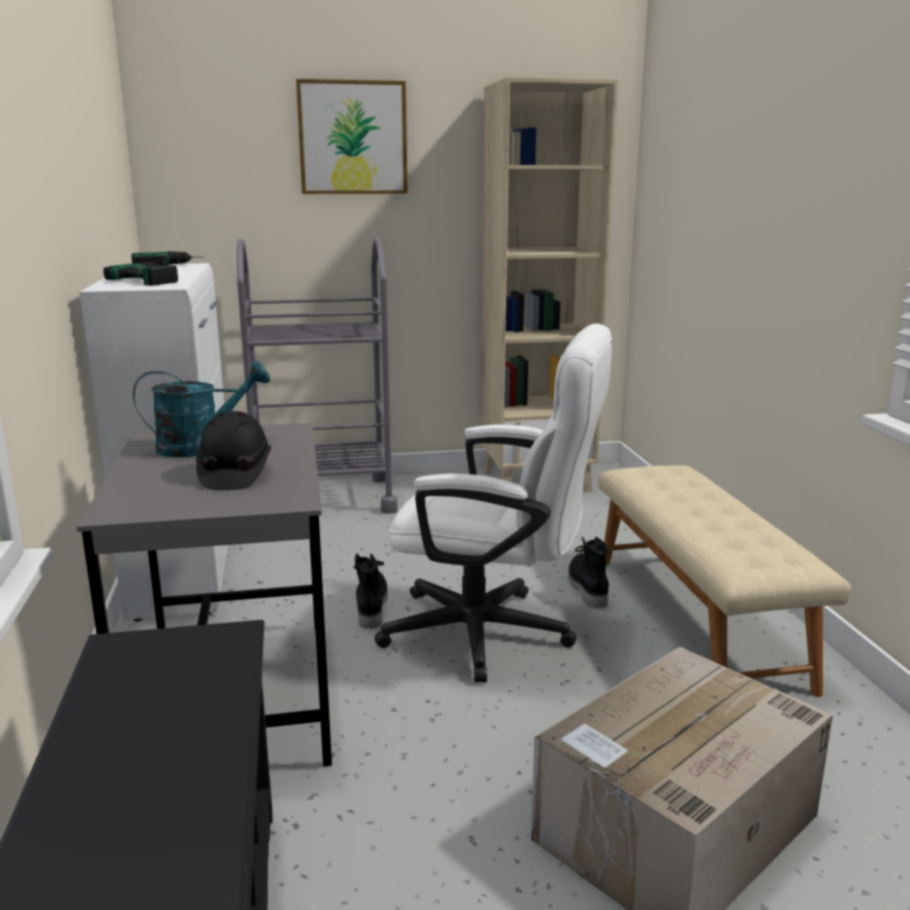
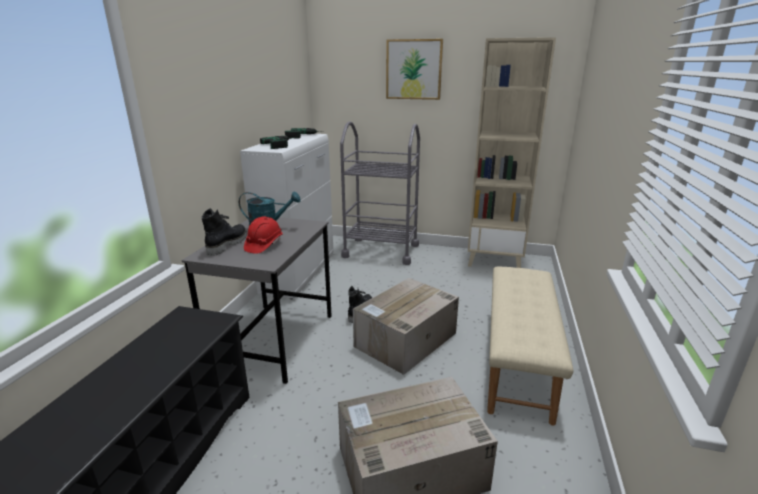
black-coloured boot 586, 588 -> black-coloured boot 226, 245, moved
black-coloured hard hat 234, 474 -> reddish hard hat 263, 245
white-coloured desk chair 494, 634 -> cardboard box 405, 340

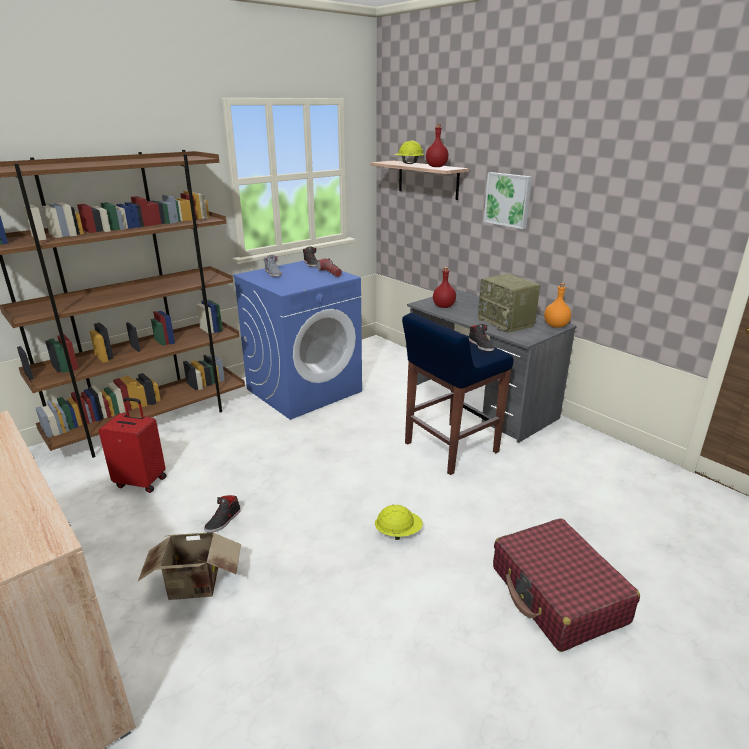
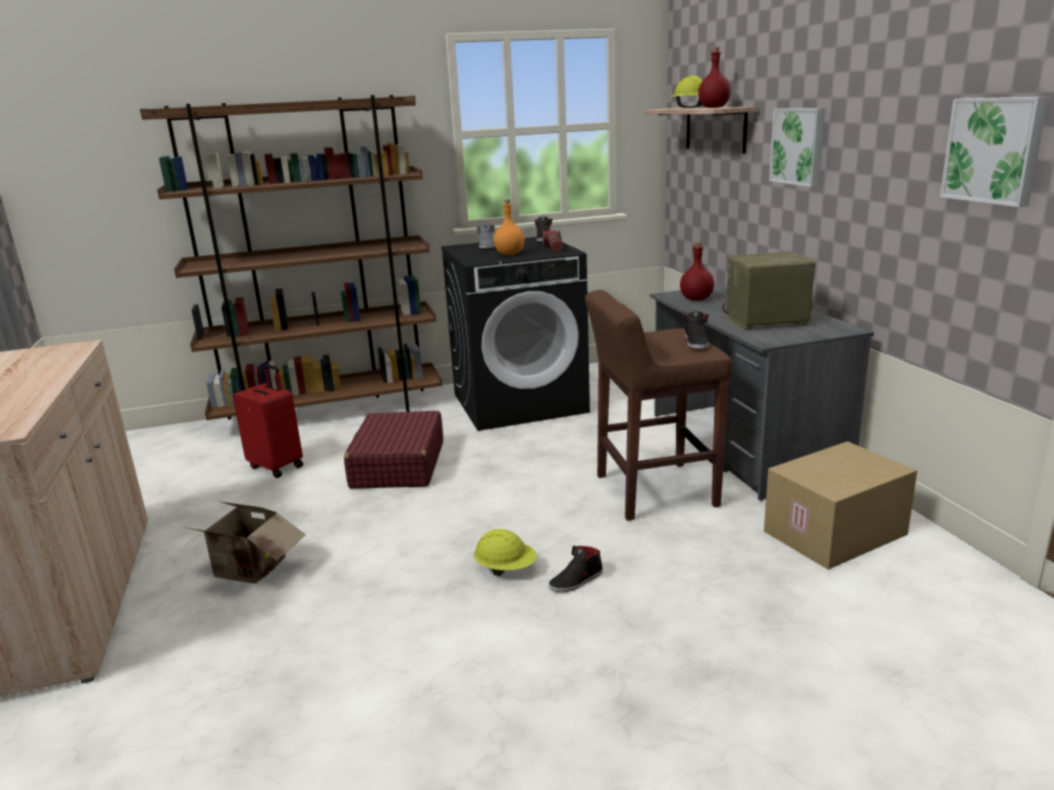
reddish travel case 558, 595 -> reddish travel case 398, 465, moved
blue laundry appliance 304, 390 -> black-coloured laundry appliance 520, 402
orange drink bottle 556, 326 -> orange drink bottle 510, 254, moved
black-coloured shoe 223, 521 -> black-coloured shoe 576, 581, moved
blue stool seat 449, 448 -> brownish stool seat 653, 491
radio set 506, 323 -> radio set 765, 321, 90 degrees clockwise
none -> cardboard box 835, 534
none -> wall art 994, 150

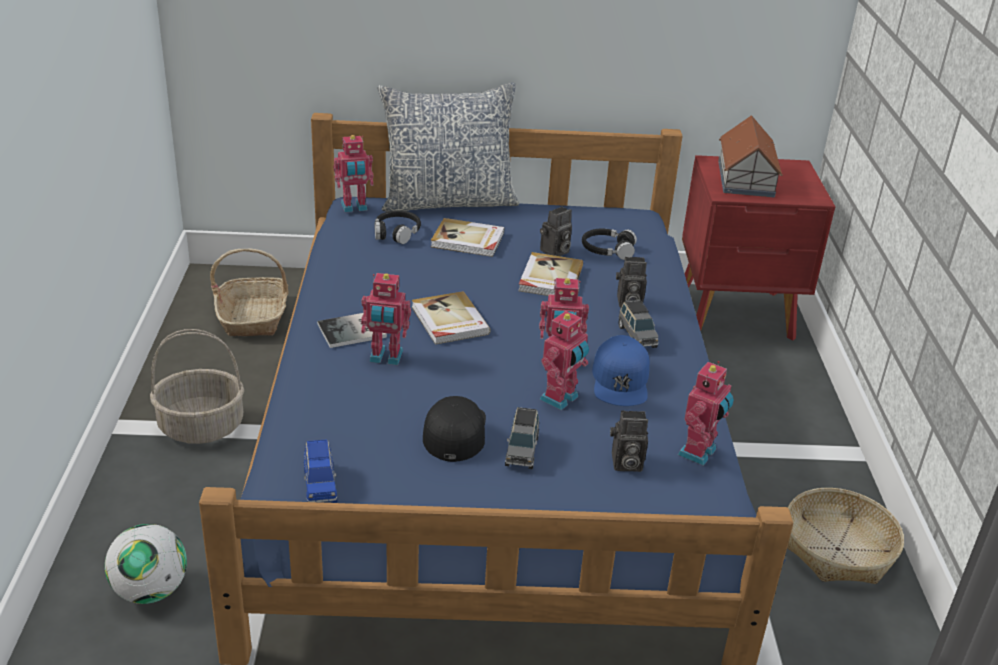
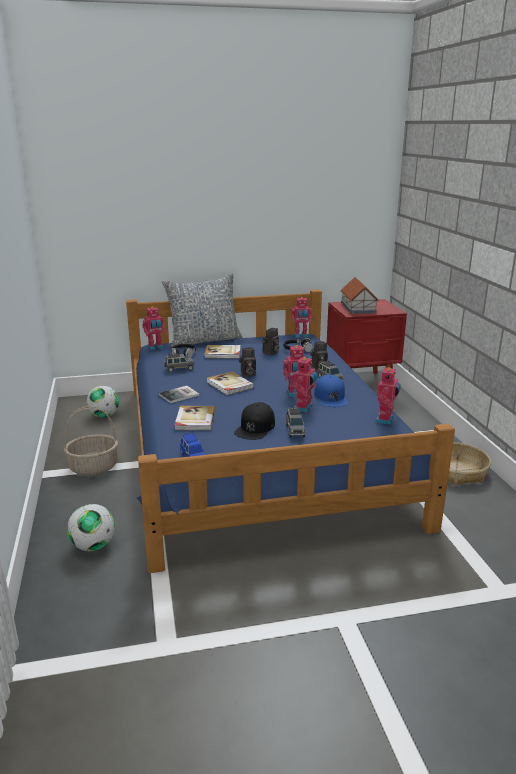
basket 253, 317 -> football 104, 415
none -> greyish toy car 179, 369
volume 549, 279 -> volume 194, 420, moved
black-coloured baseball cap 454, 431 -> black-coloured baseball cap 255, 427, 150 degrees counterclockwise
still camera 625, 463 -> still camera 247, 374, moved
model robot 385, 358 -> model robot 301, 336, moved

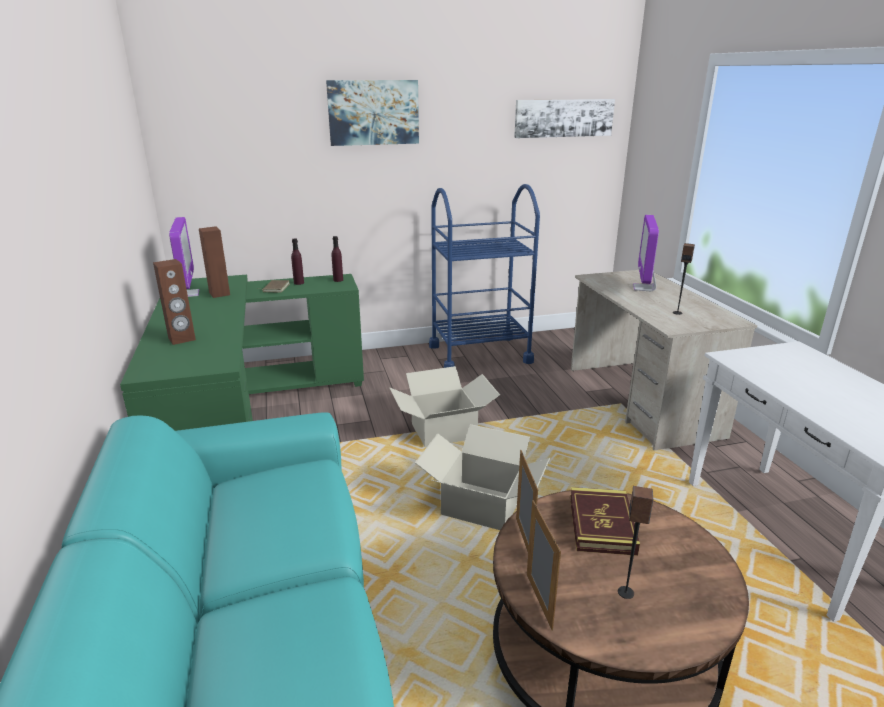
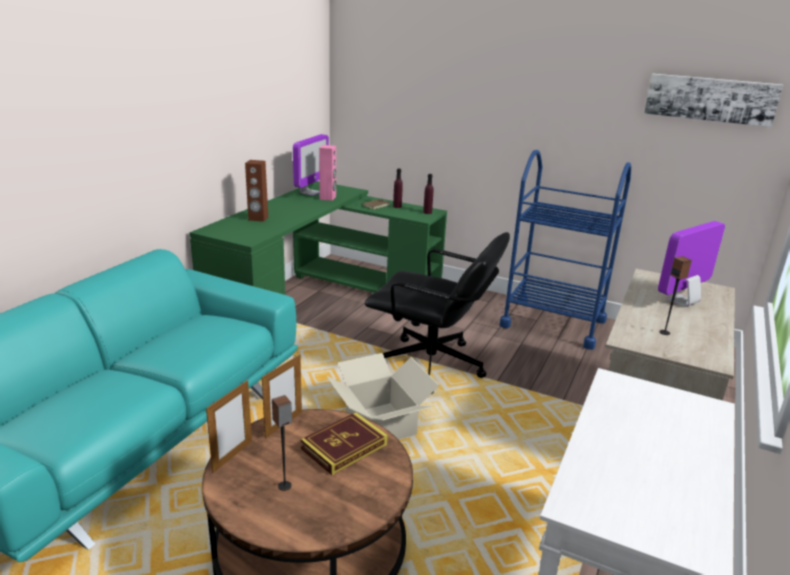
brownish audio speaker 220, 293 -> pink-coloured audio speaker 328, 198
cardboard box 444, 431 -> black-coloured desk chair 432, 366
wall art 373, 112 -> none

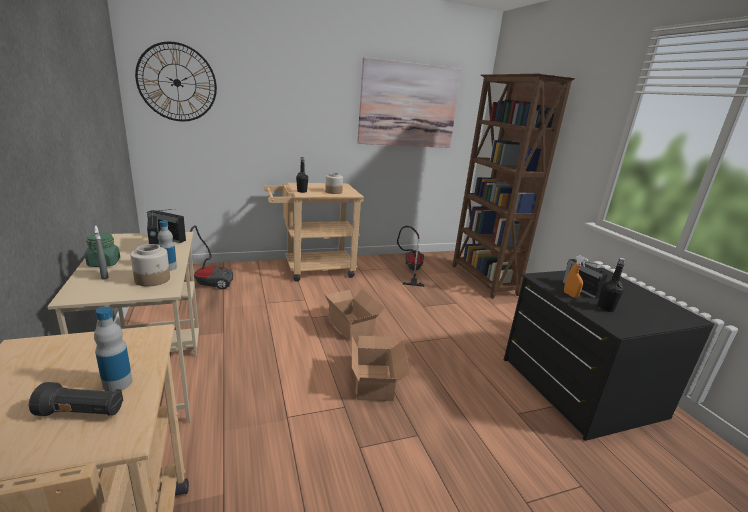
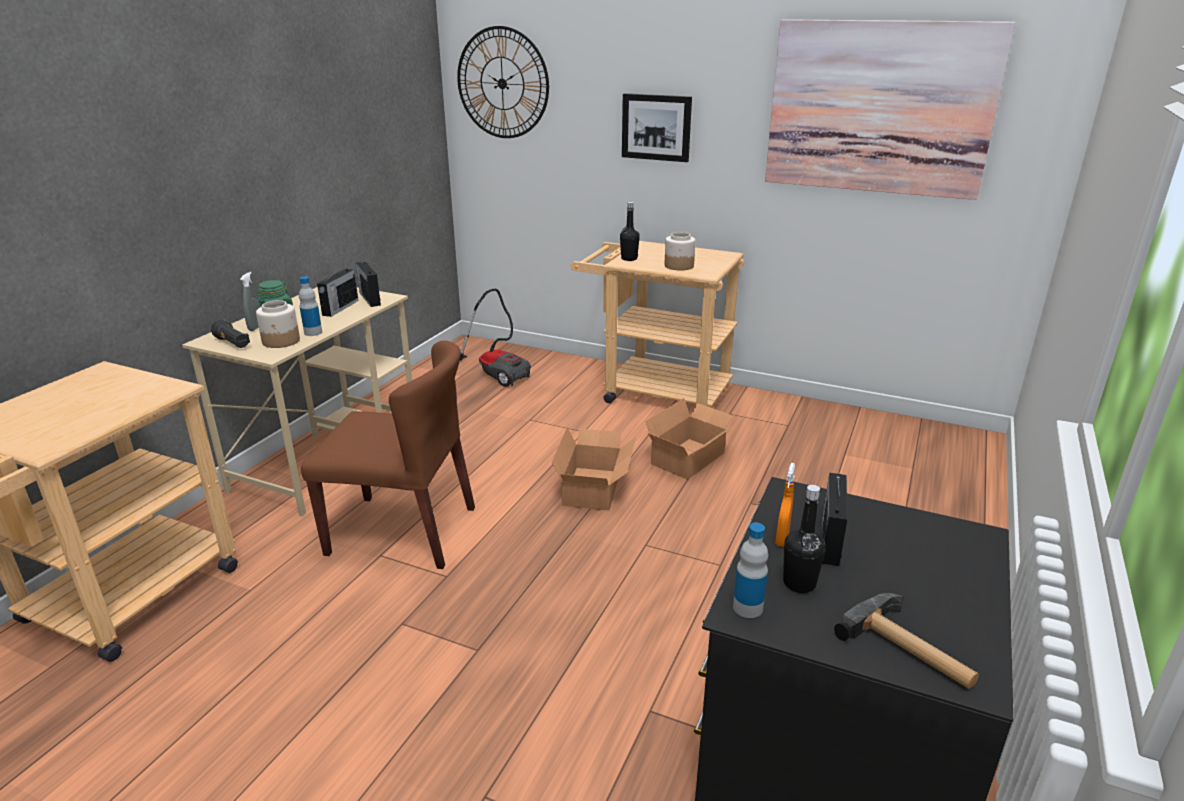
black-coloured flashlight 82, 413 -> black-coloured flashlight 233, 344, moved
none -> brownish plain chair 403, 531
none -> wall art 656, 127
cardboard box 376, 381 -> cardboard box 691, 459, moved
drink bottle 117, 383 -> drink bottle 747, 607, moved
none -> tool hammer 911, 650
vacuum cleaner 411, 270 -> none
brownish bookshelf 483, 280 -> none

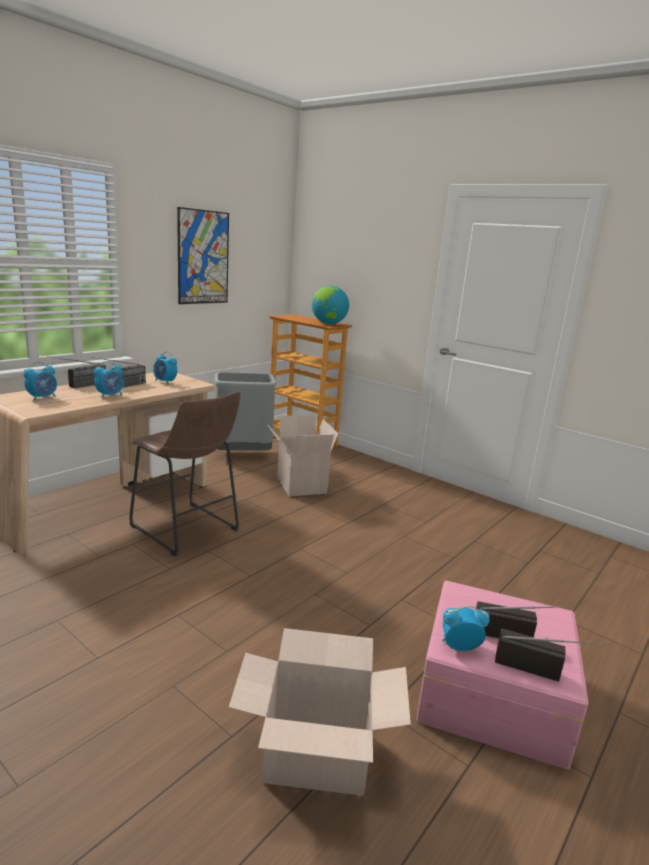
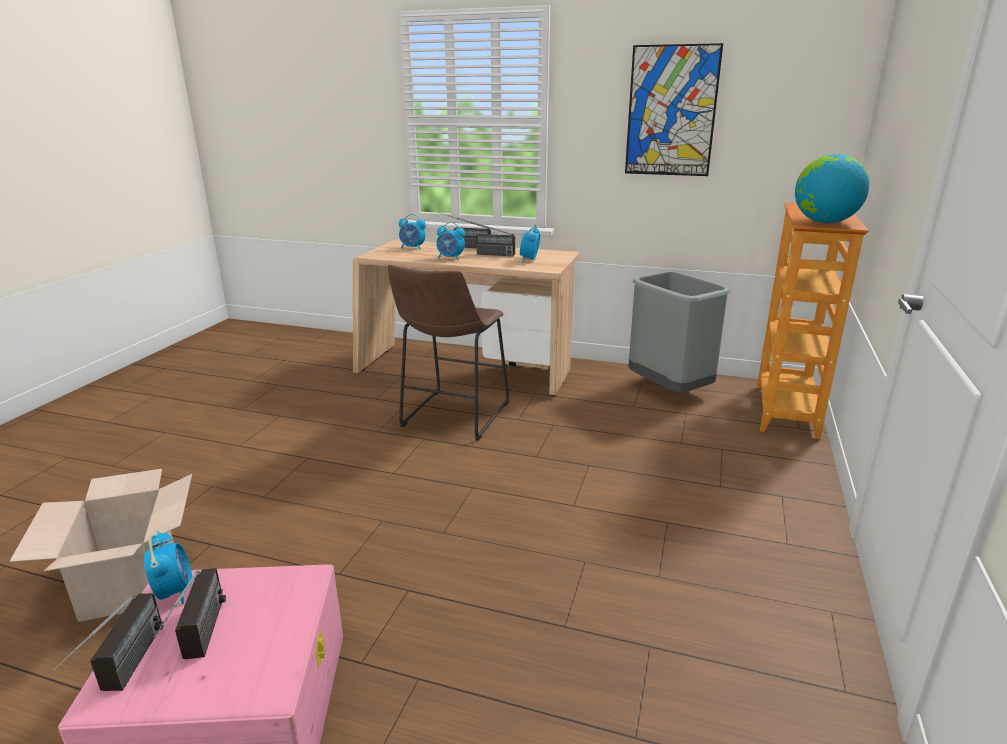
cardboard box 299, 485 -> none

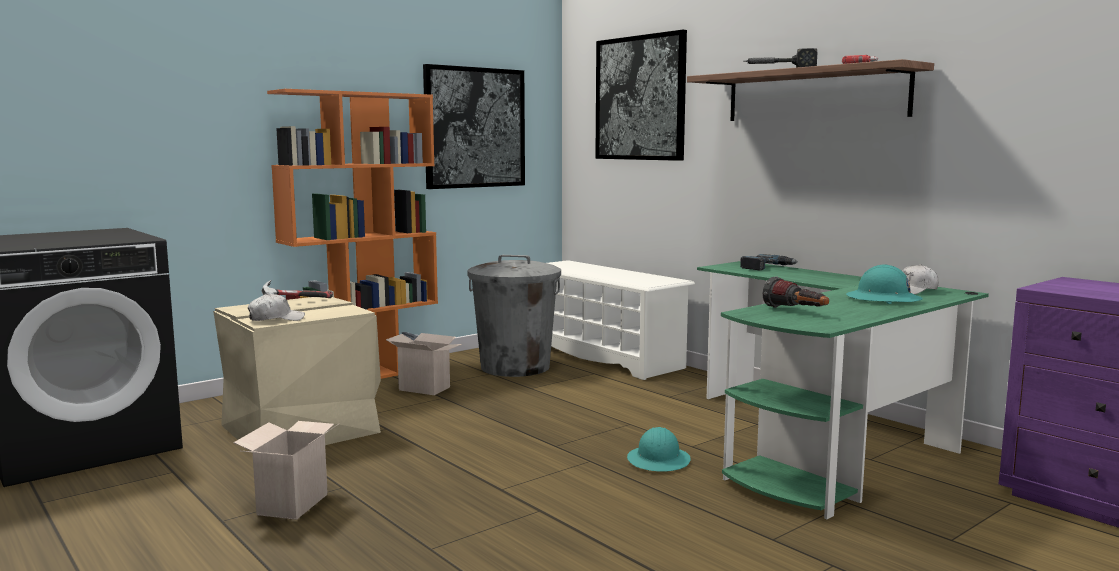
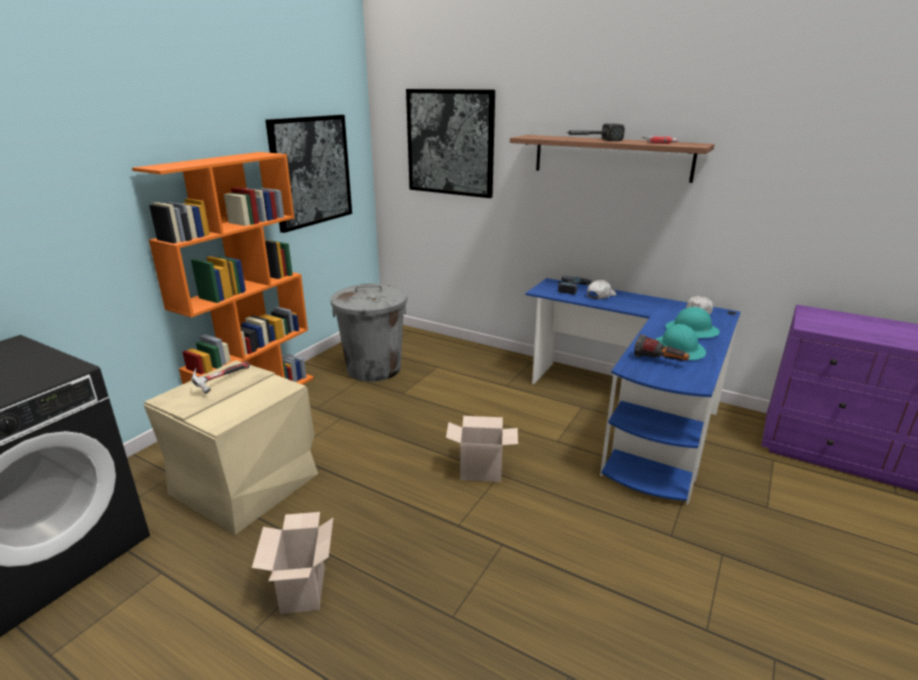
cardboard box 426, 388 -> cardboard box 482, 471, moved
green-coloured desk unit 823, 441 -> blue desk unit 633, 418
white-coloured baseball cap 276, 319 -> white-coloured baseball cap 600, 295, moved
blue-green hard hat 659, 460 -> blue-green hard hat 678, 349, moved
white-coloured shoe shelf 602, 356 -> none

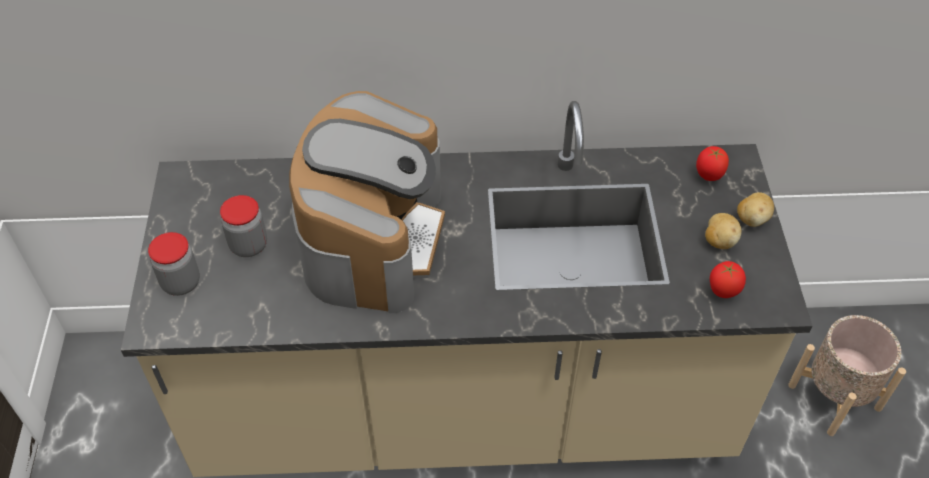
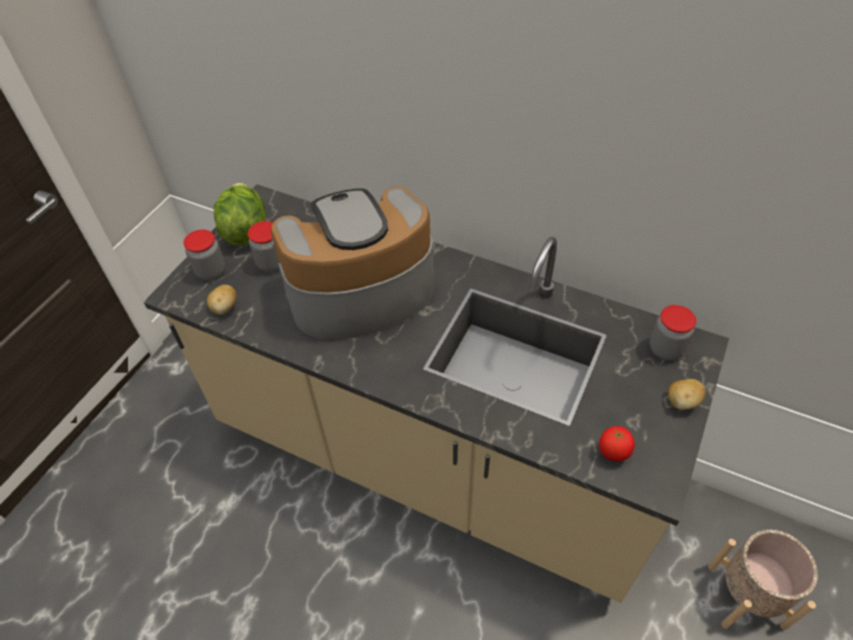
potato 719, 241 -> potato 225, 308, moved
none -> lettuce head 245, 230
coffee machine 373, 237 -> coffee machine 359, 292, 150 degrees counterclockwise
fresh tomato 708, 176 -> preserve jar 665, 349

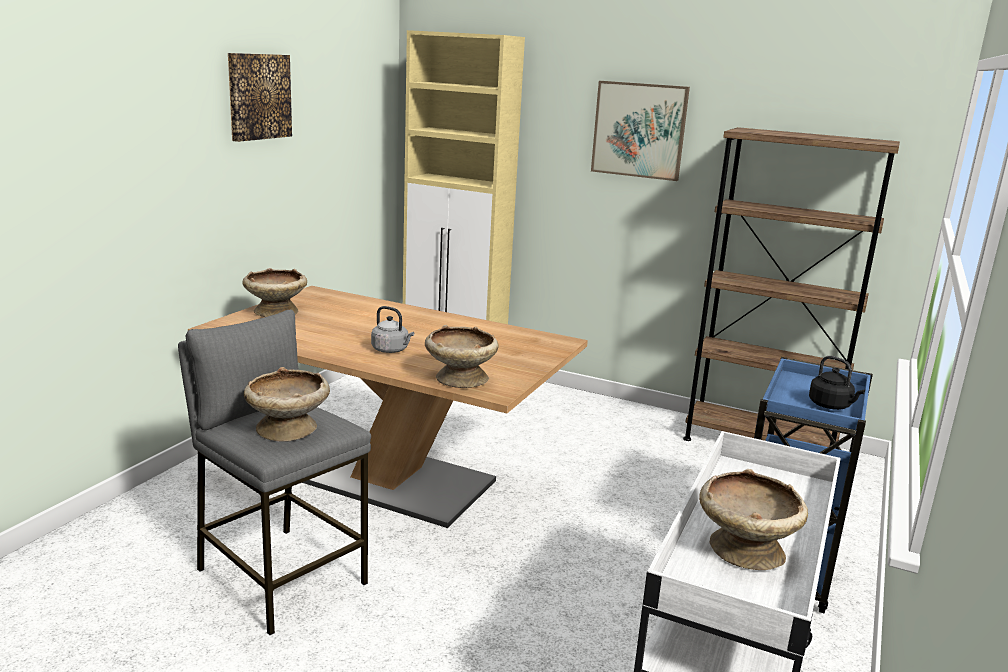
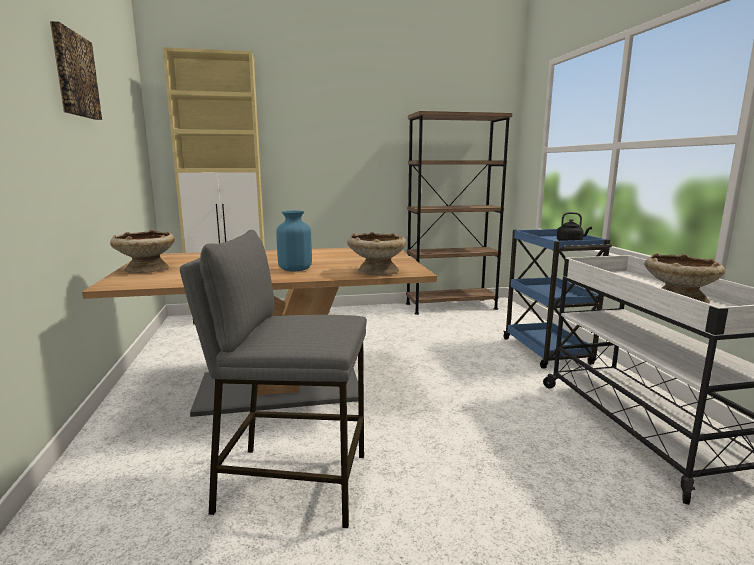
greyish kettle 391, 350 -> blue decorative vase 295, 269
beige serving bowl 288, 429 -> none
wall art 639, 130 -> none

